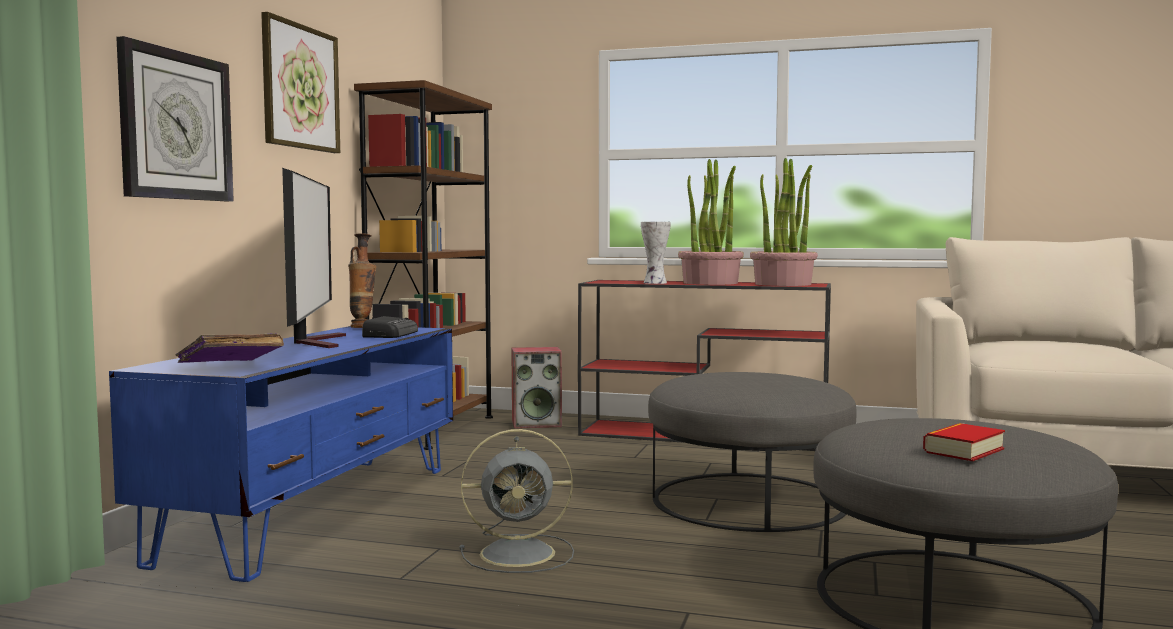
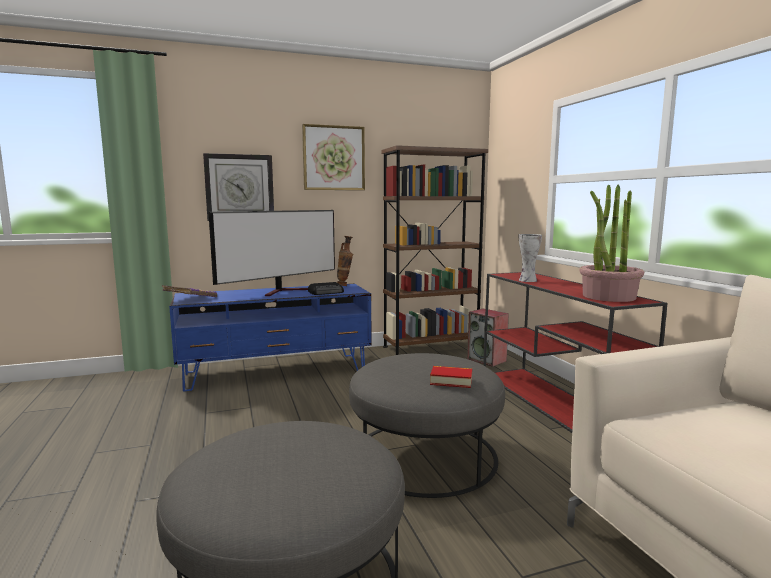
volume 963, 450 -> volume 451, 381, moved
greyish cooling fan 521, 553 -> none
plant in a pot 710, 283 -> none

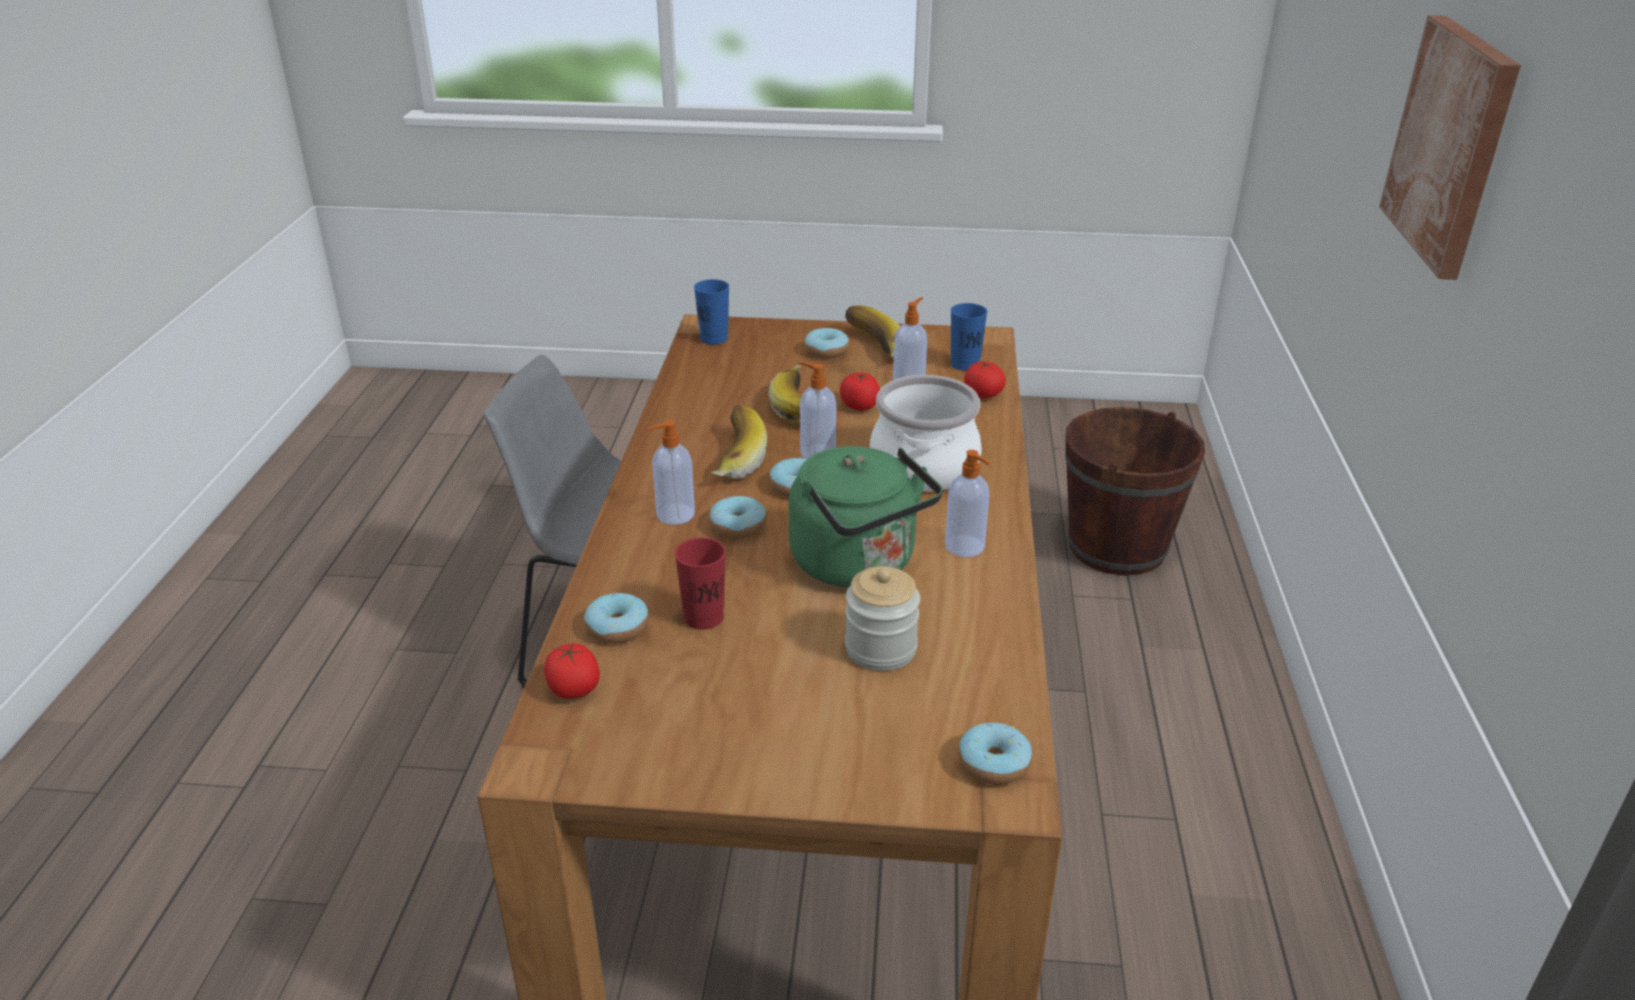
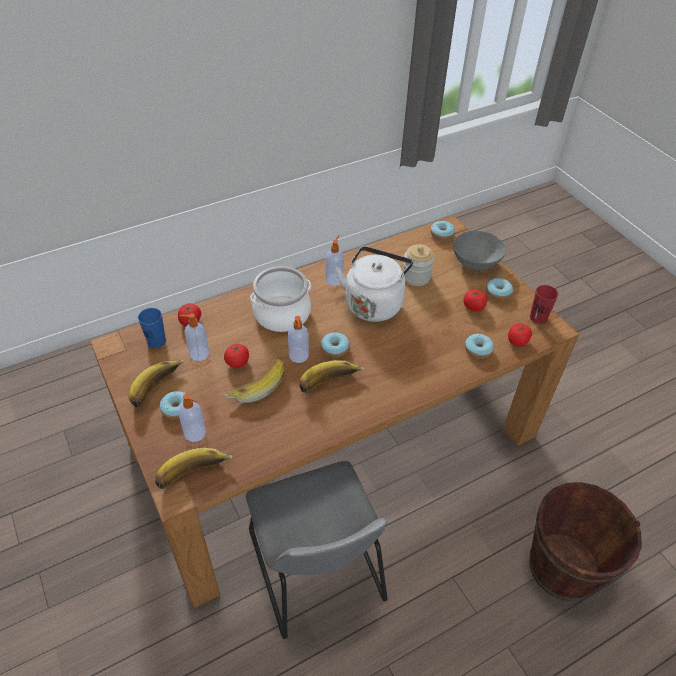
blue cup 714, 338 -> banana 194, 476
soap dispenser 674, 515 -> soap dispenser 195, 433, moved
green-coloured kettle 859, 565 -> white-coloured kettle 374, 303
none -> greyish serving bowl 476, 262
none -> fresh tomato 473, 307
donut 738, 526 -> donut 498, 292, moved
brownish bucket 1117, 547 -> brownish bucket 563, 567, moved
reddish cup 704, 617 -> reddish cup 538, 317, moved
wall art 1451, 144 -> none

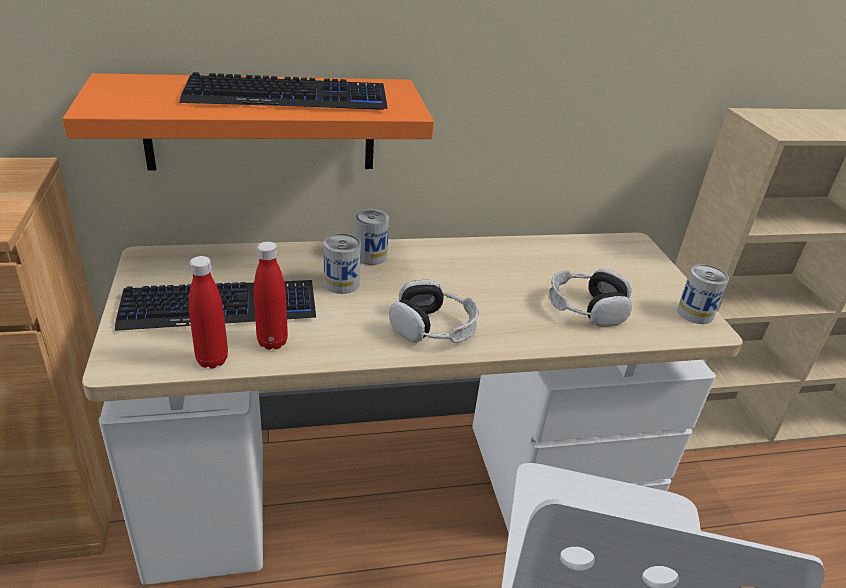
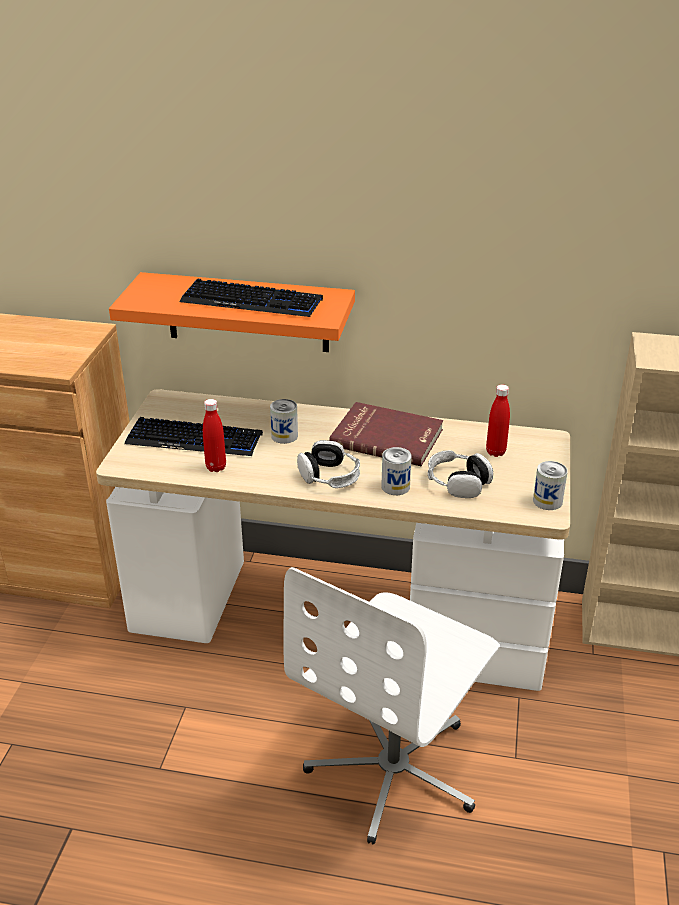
none -> reddish volume 387, 437
can 370, 256 -> can 395, 486, moved
reddish drink bottle 212, 360 -> reddish drink bottle 495, 452, moved

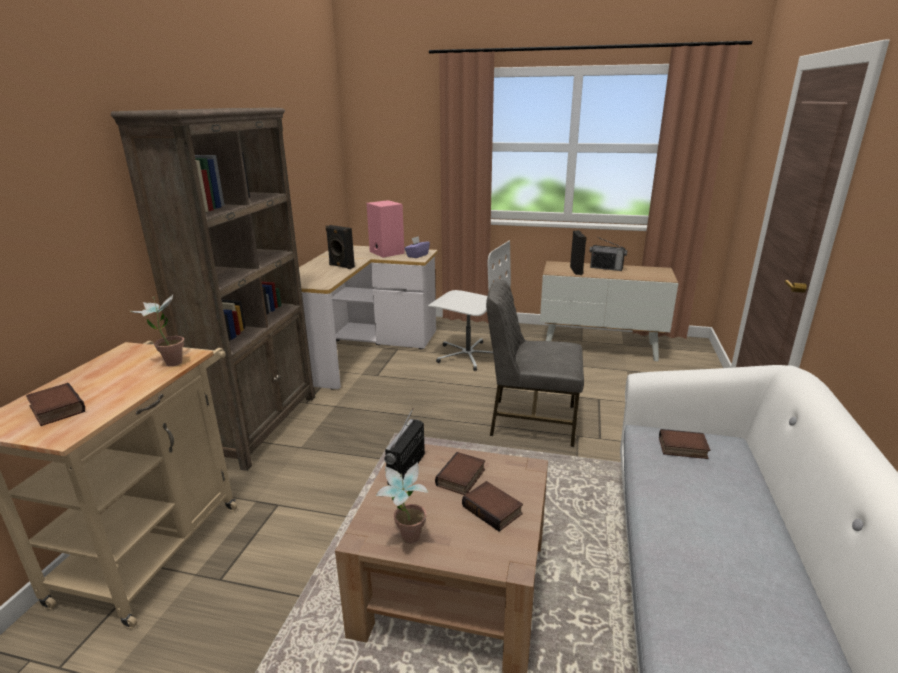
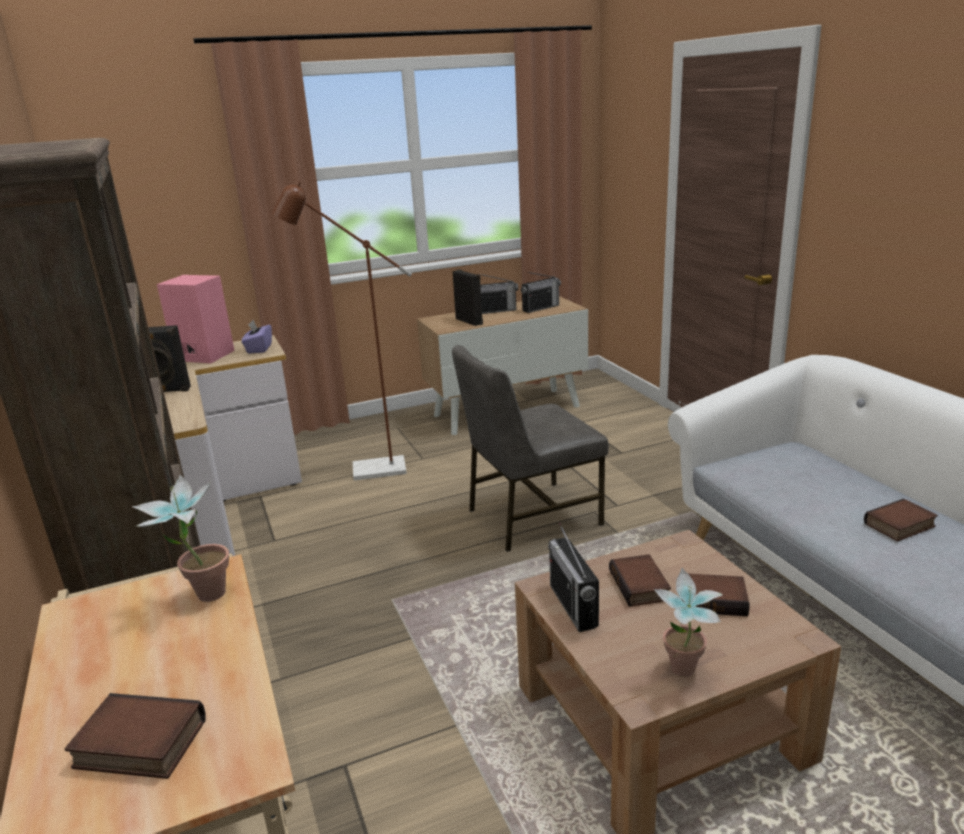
white-coloured desk chair 468, 355 -> brownish standing lamp 368, 471
none -> radio set 540, 308
volume 682, 448 -> volume 900, 526, moved

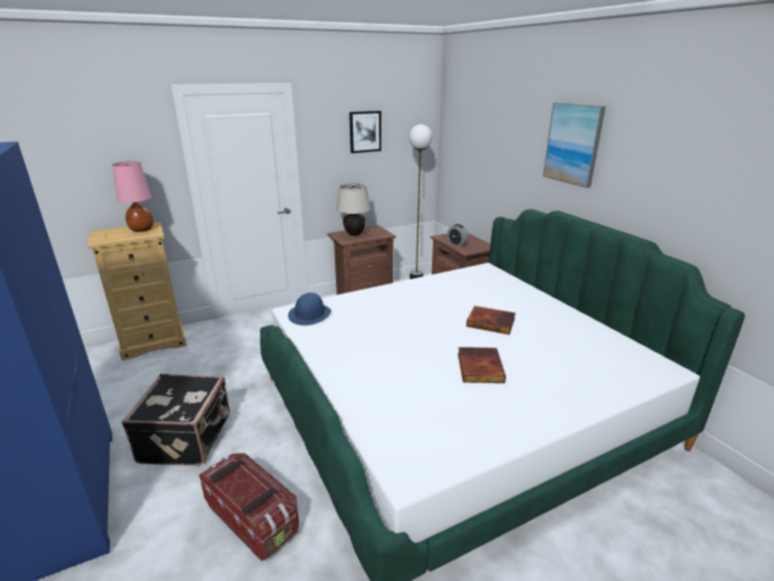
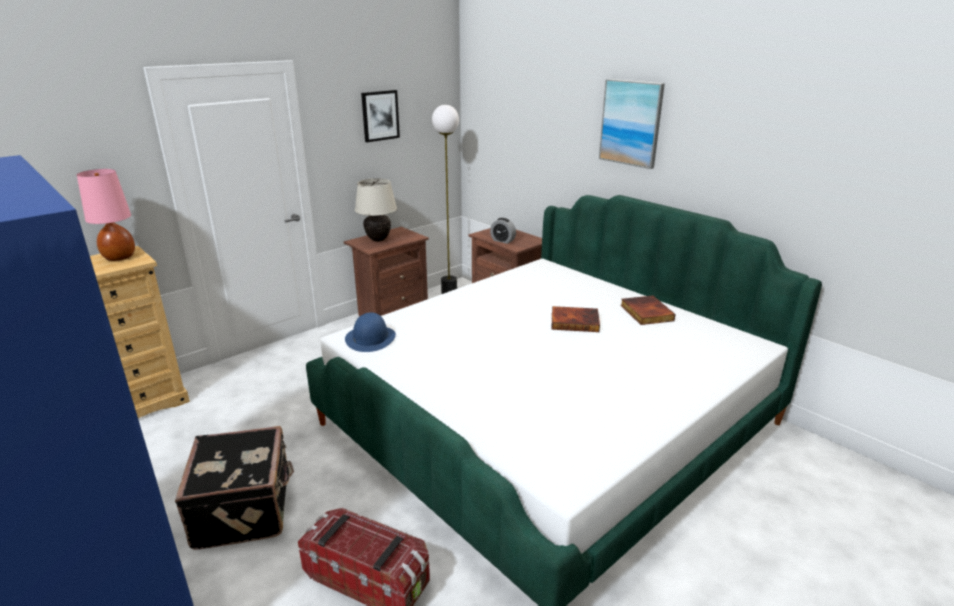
volume 478, 367 -> volume 645, 313, moved

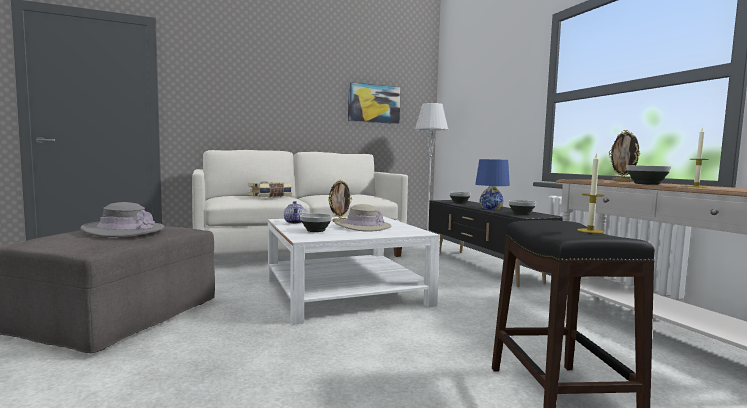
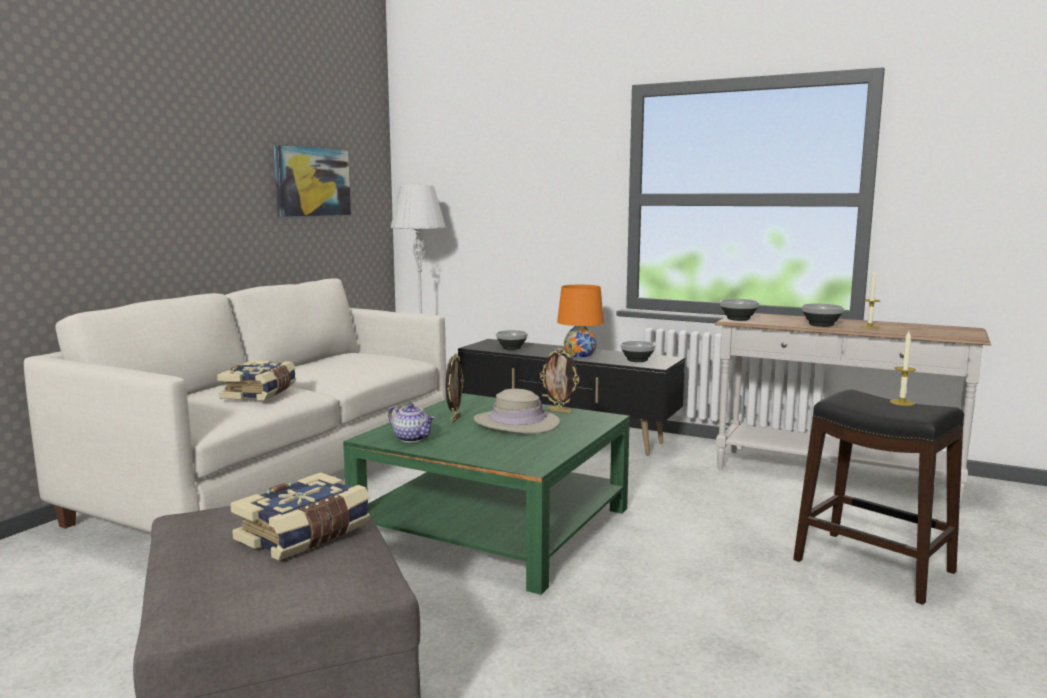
greyish clothing hat 124, 230 -> volume 305, 535
white-coloured lounge table 345, 291 -> green-coloured lounge table 495, 525
picture frame 622, 181 -> picture frame 559, 411, moved
blue table lamp 490, 208 -> orange table lamp 579, 354
serving bowl 316, 230 -> serving bowl 738, 319, moved

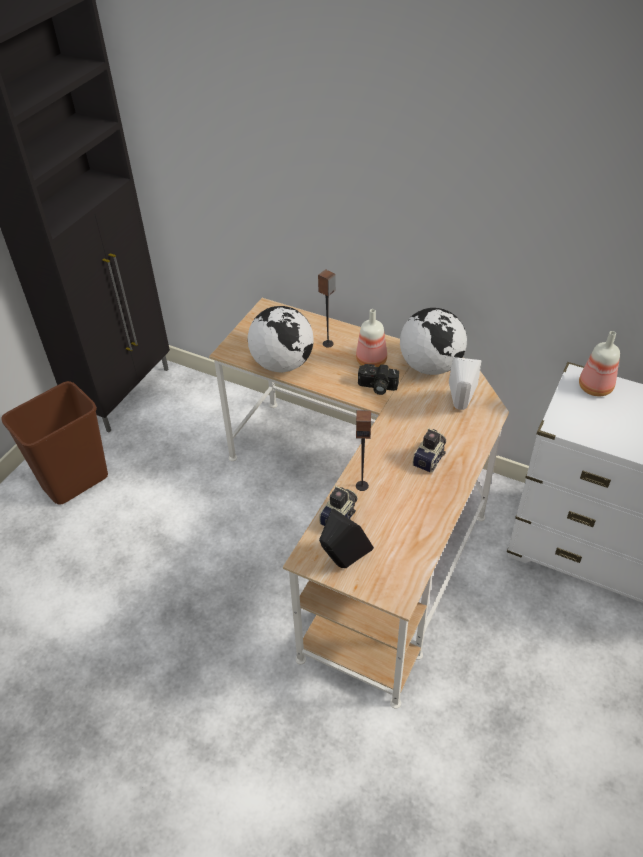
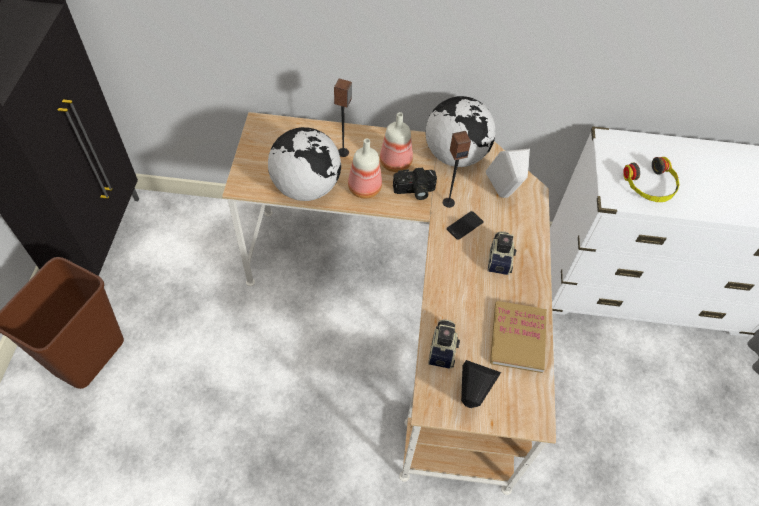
drink bottle 594, 388 -> drink bottle 363, 188, moved
audio speaker 362, 485 -> audio speaker 448, 202, moved
none -> telephone 465, 225
none -> volume 517, 338
none -> pair of headphones 650, 185

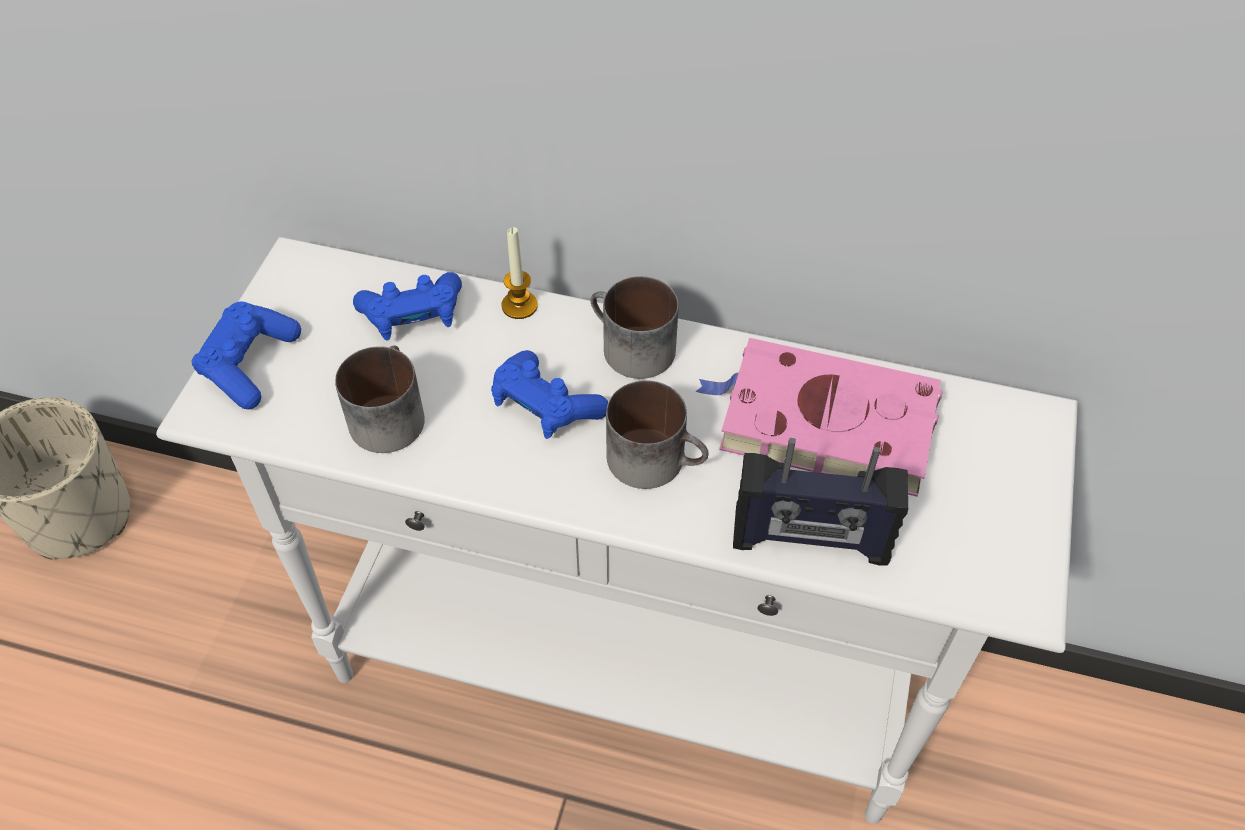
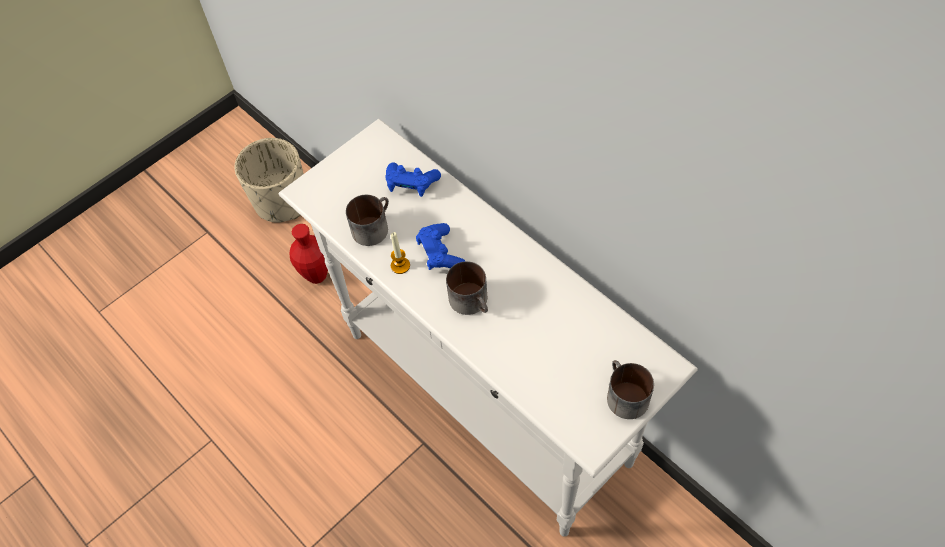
none -> reddish decorative vase 317, 275
candle 519, 306 -> candle 400, 265, moved
coffee mug 629, 348 -> coffee mug 623, 395, moved
blue gamepad 249, 365 -> none
pink-coloured volume 821, 423 -> none
radio set 810, 540 -> none

